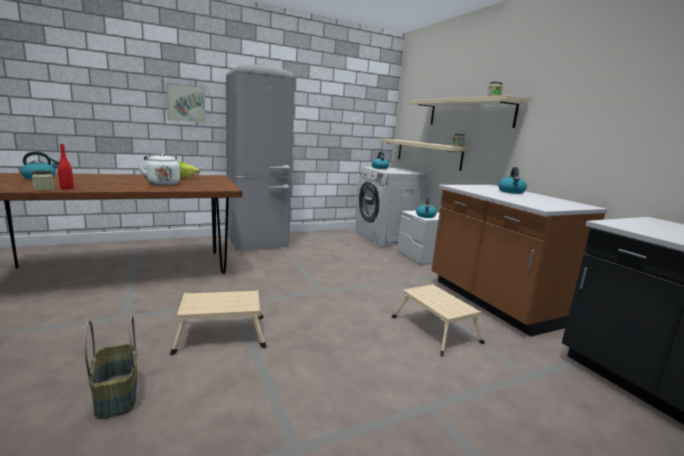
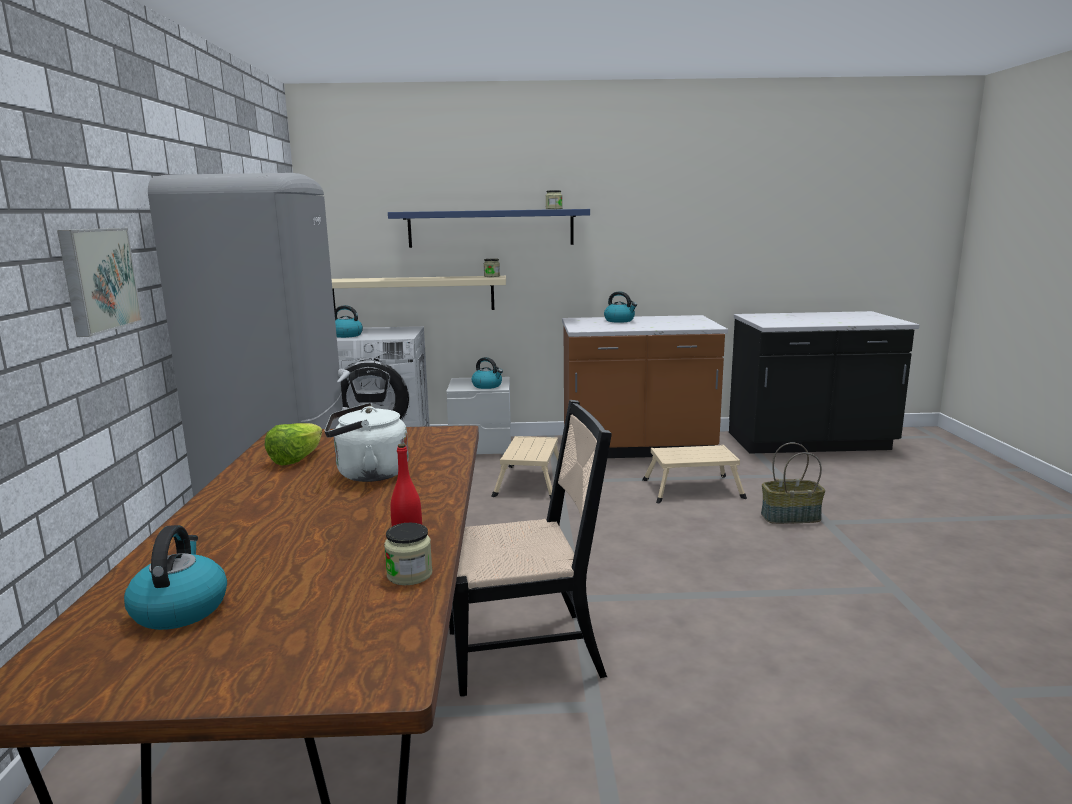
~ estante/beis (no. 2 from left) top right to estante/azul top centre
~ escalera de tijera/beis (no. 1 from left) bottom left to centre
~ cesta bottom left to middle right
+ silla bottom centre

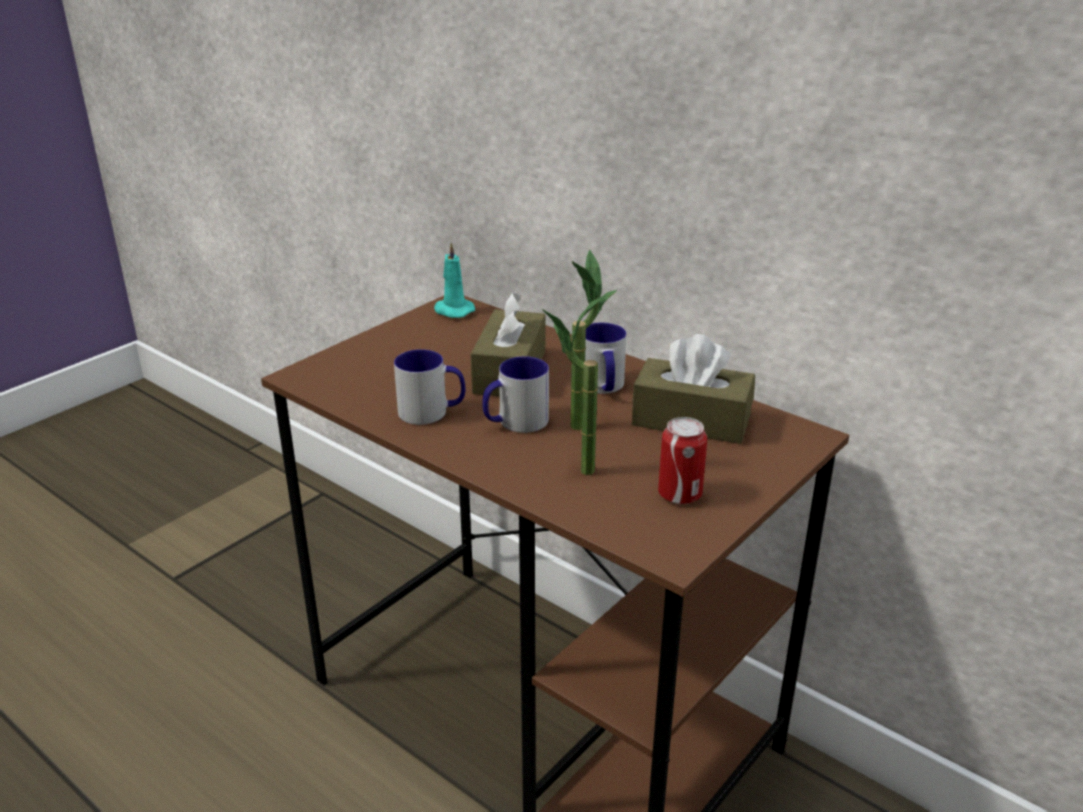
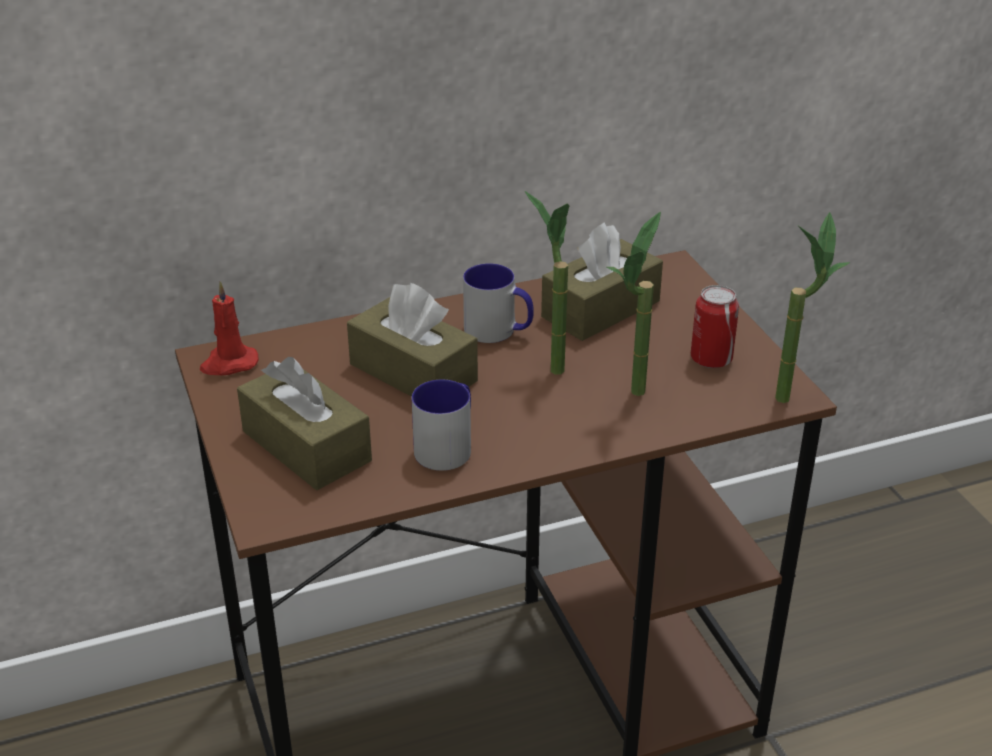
~ vela/turquesa centre to vela/rojo middle left
- taza grande (no. 2 from left) centre
+ planta en maceta (no. 3 from left) middle right
+ caja de pañuelos/marrón (no. 1 from left) middle left

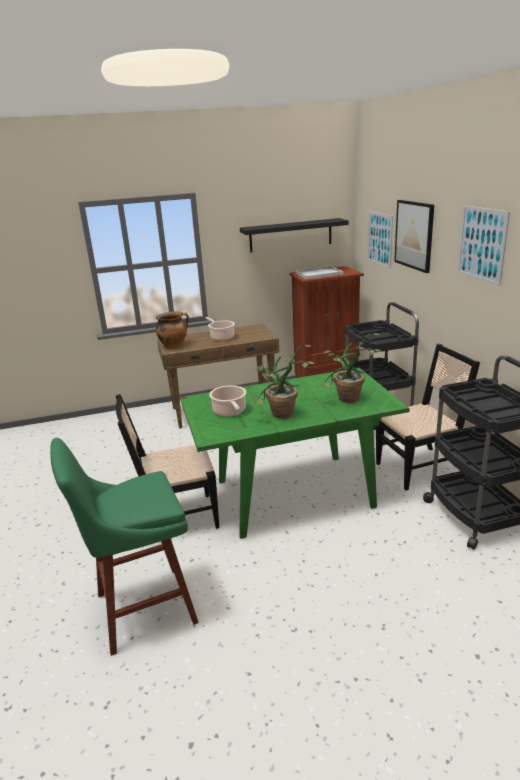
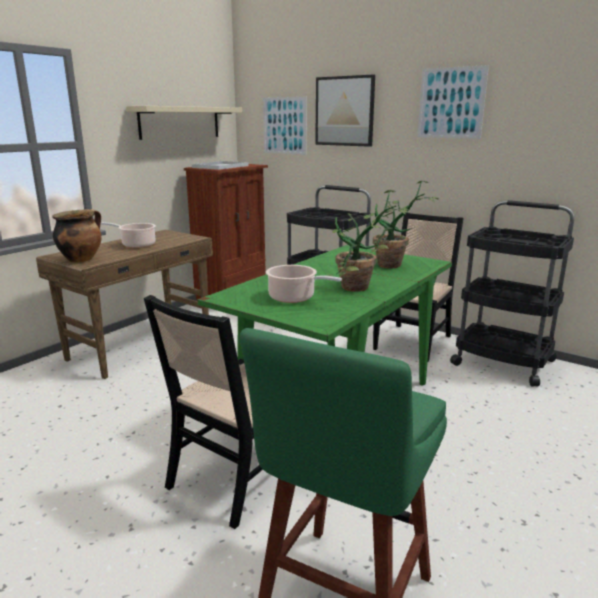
~ estante/negro top centre to estante/beis top left

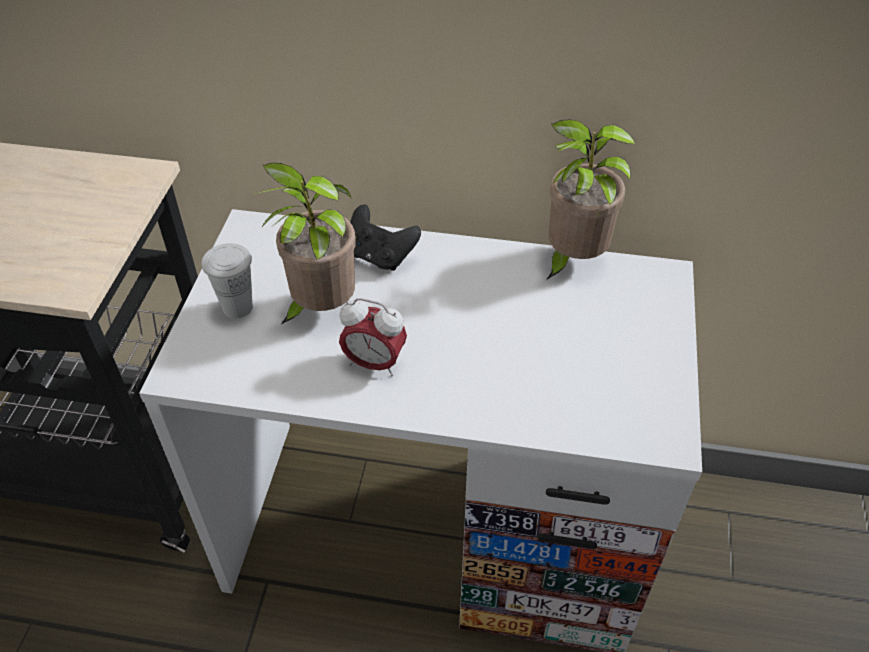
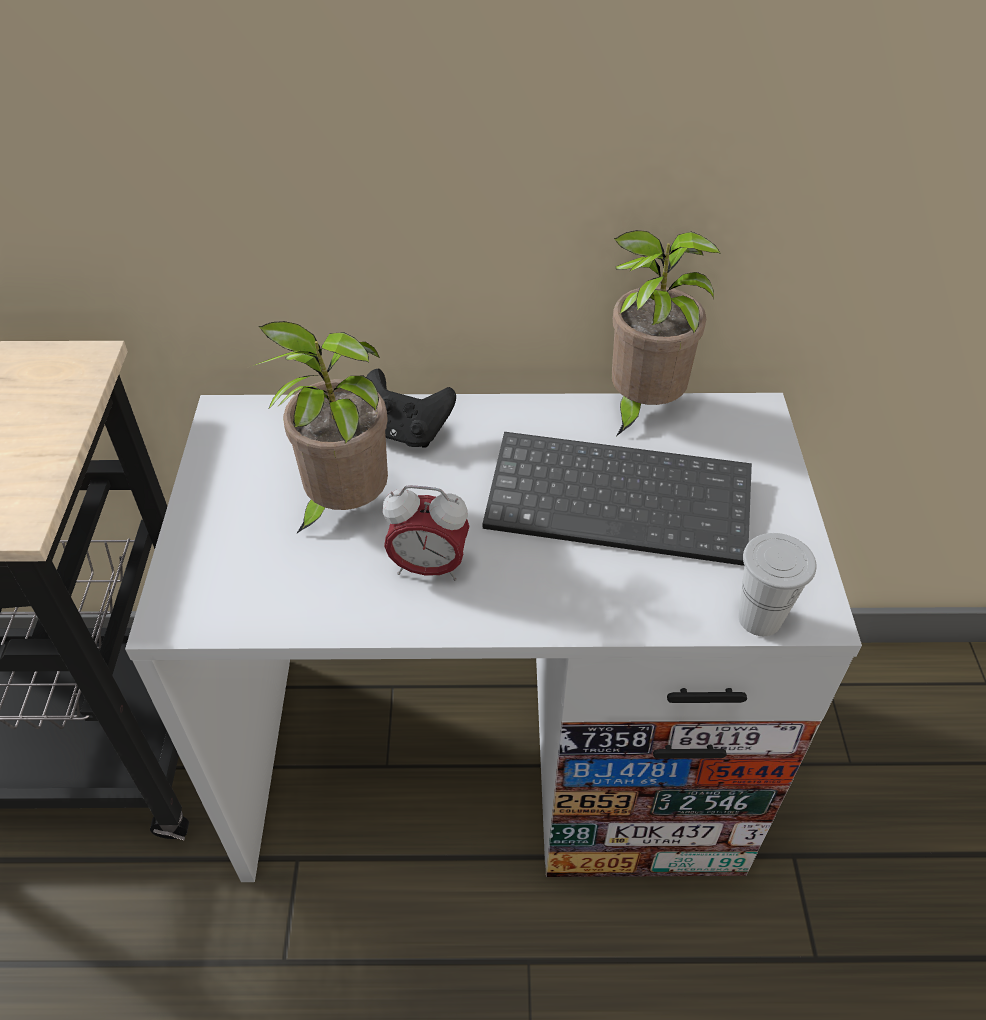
~ taza/blanco middle left to middle right
+ teclado centre

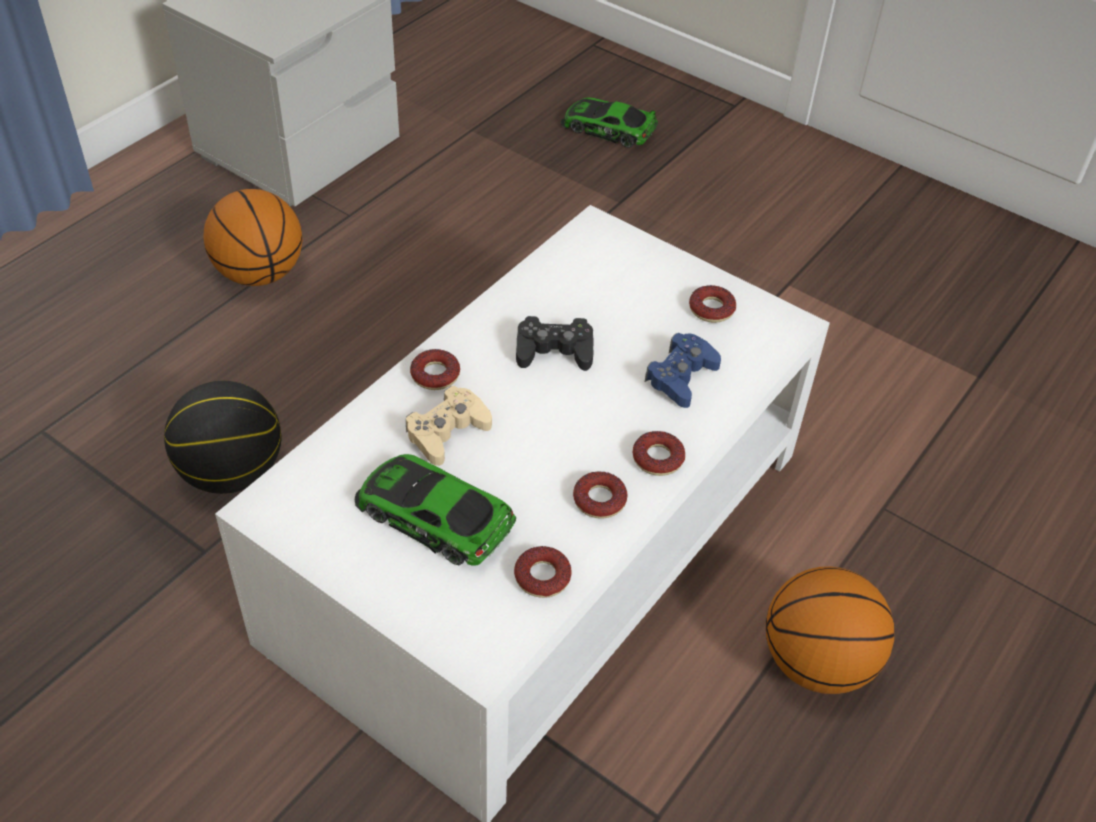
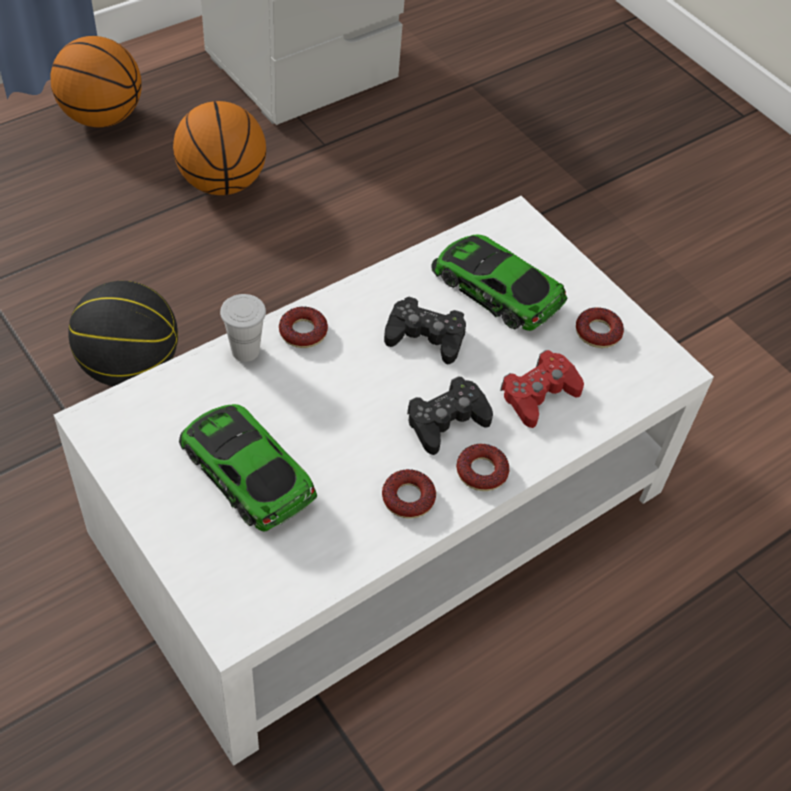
~ coche de juguete (no. 2 from left) top centre to centre
~ mando de consola/azul centre to mando de consola/rojo middle right
- mando de consola/beis centre
- rosquilla (no. 2 from left) bottom centre
~ balón de baloncesto (no. 3 from left in the first image) bottom right to balón de baloncesto (no. 1 from left) top left
+ taza/blanco middle left
+ mando de consola/negro (no. 2 from left) centre

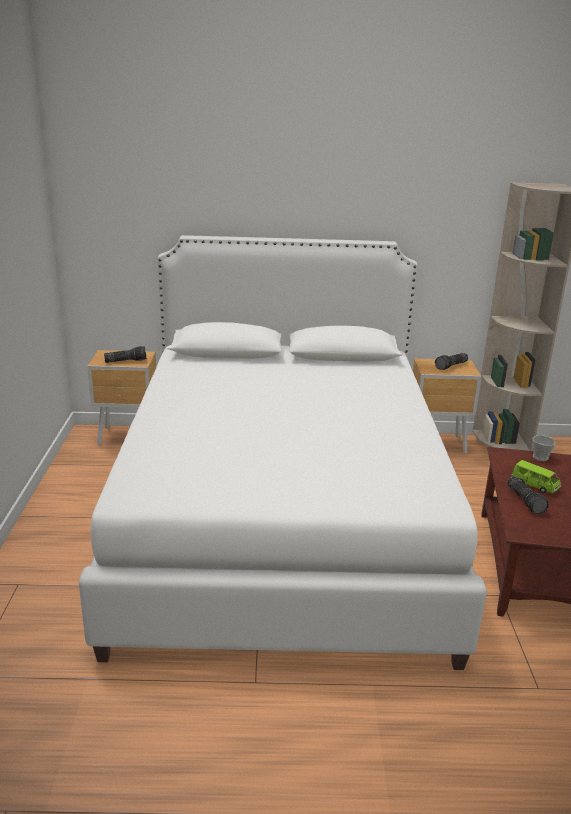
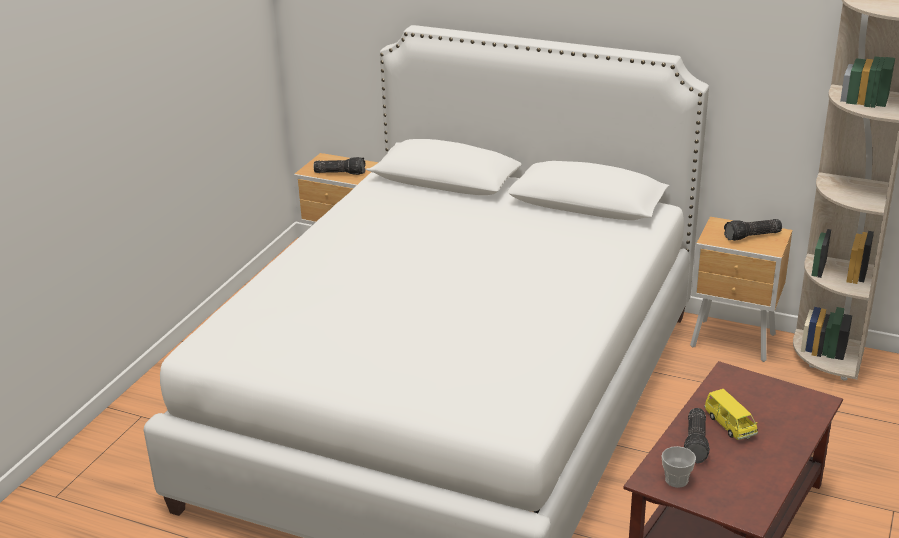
~ taza middle right to bottom right
~ coche de juguete/verde middle right to coche de juguete/amarillo bottom right

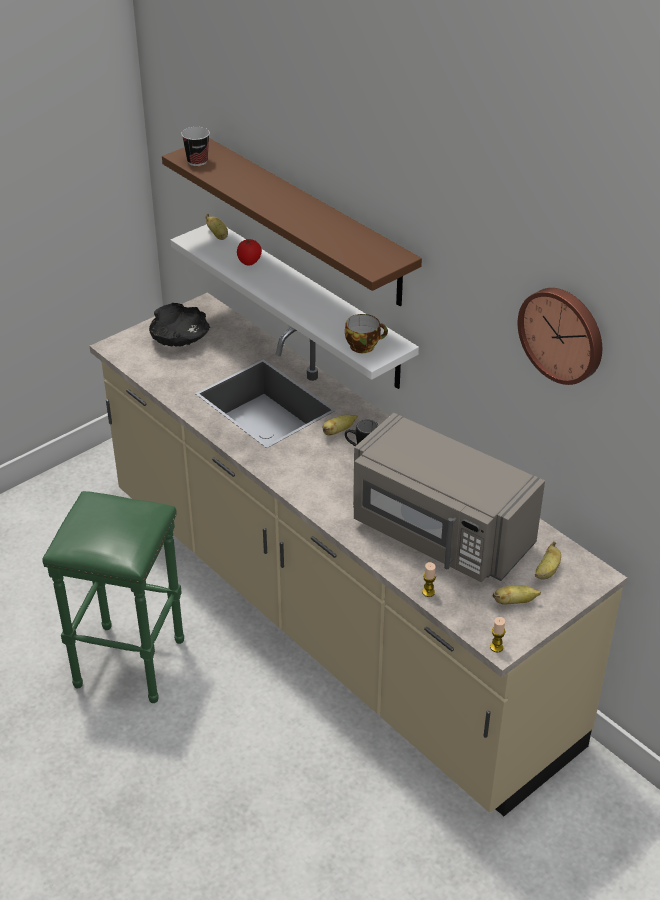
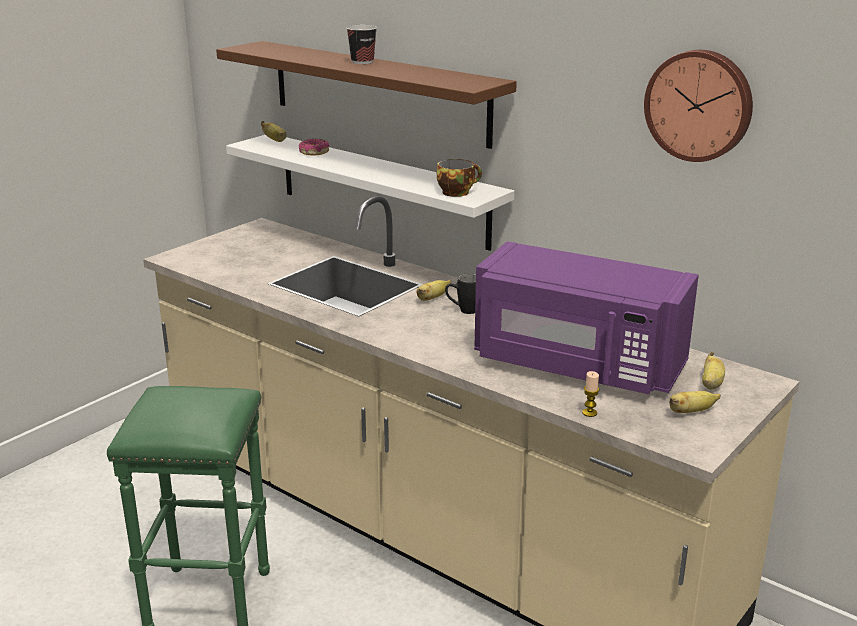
~ taza (no. 1 from left) top left to top centre
~ tomate top centre to rosquilla top centre
- cuenco/negro middle left
~ microondas/gris middle right to microondas/morado middle right
- vela (no. 2 from left) bottom right

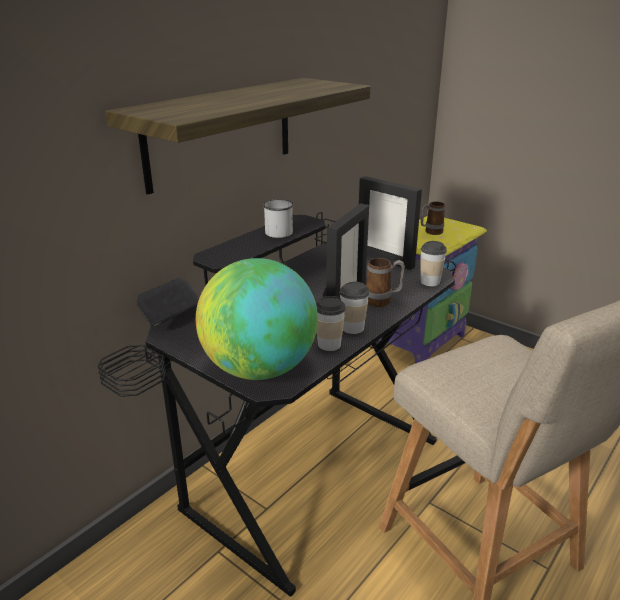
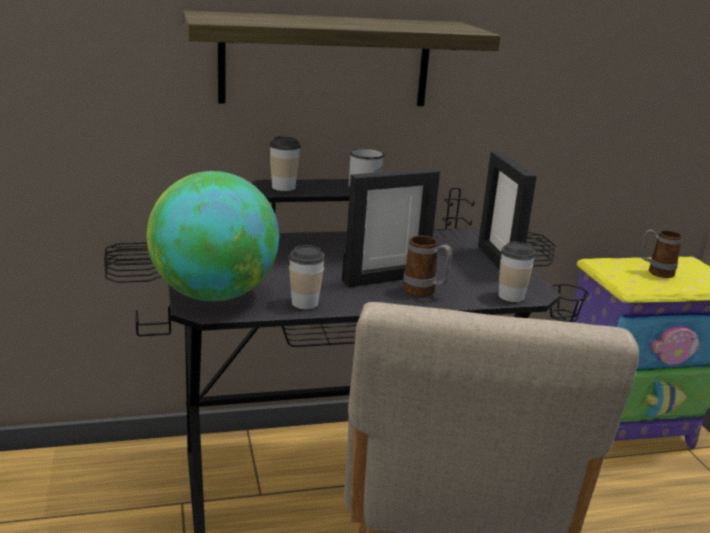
~ taza (no. 2 from left in the first image) centre to taza (no. 1 from left) top centre

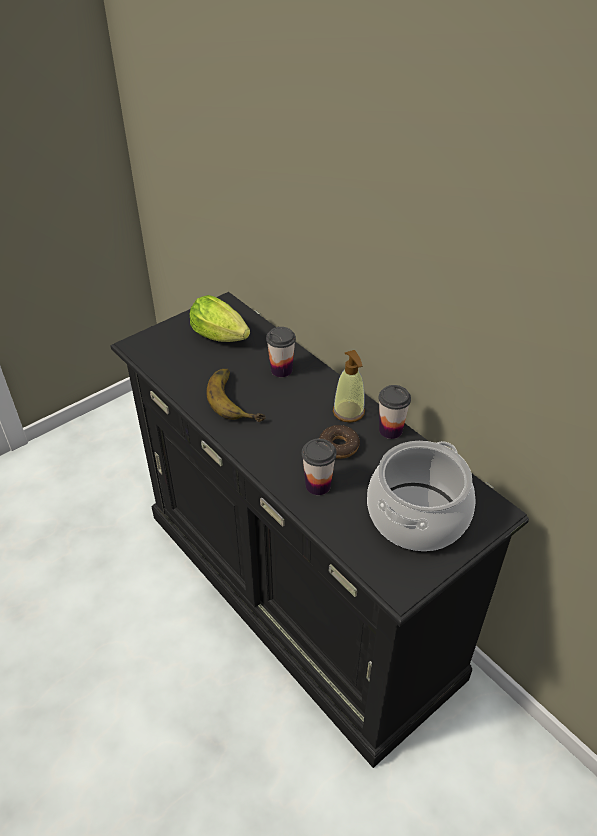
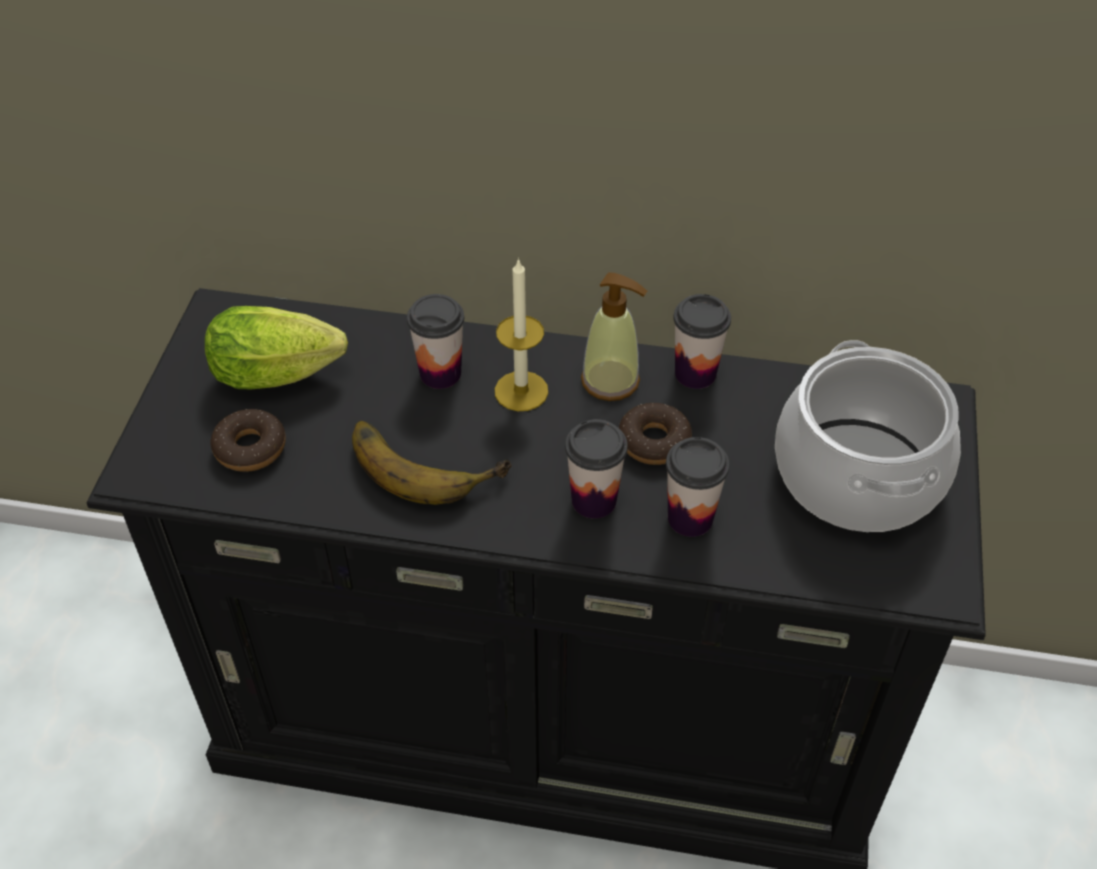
+ vela centre
+ rosquilla (no. 1 from left) middle left
+ taza (no. 2 from left) centre

